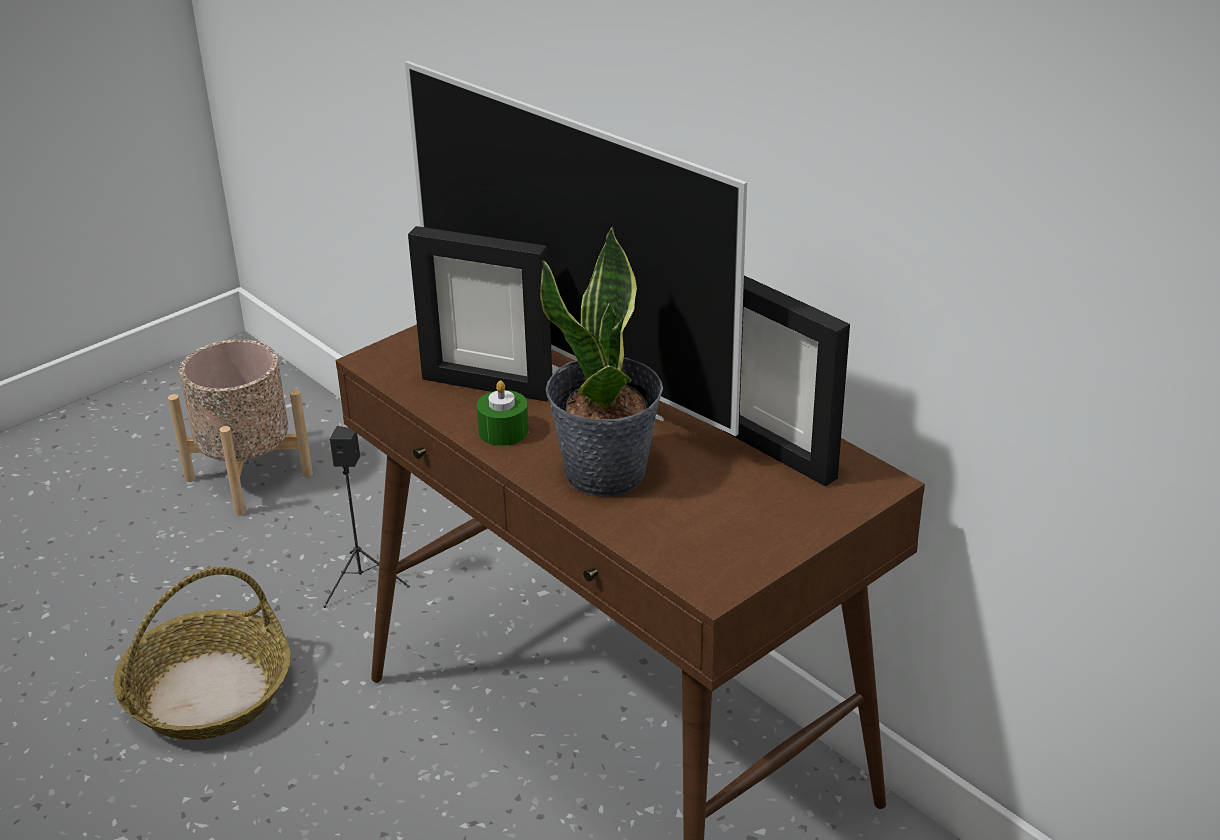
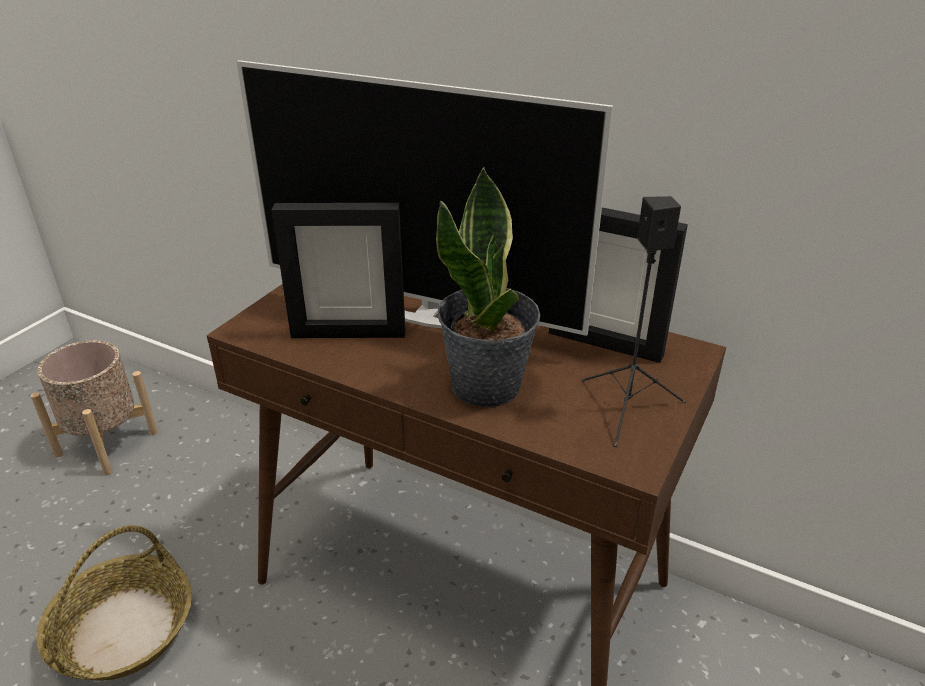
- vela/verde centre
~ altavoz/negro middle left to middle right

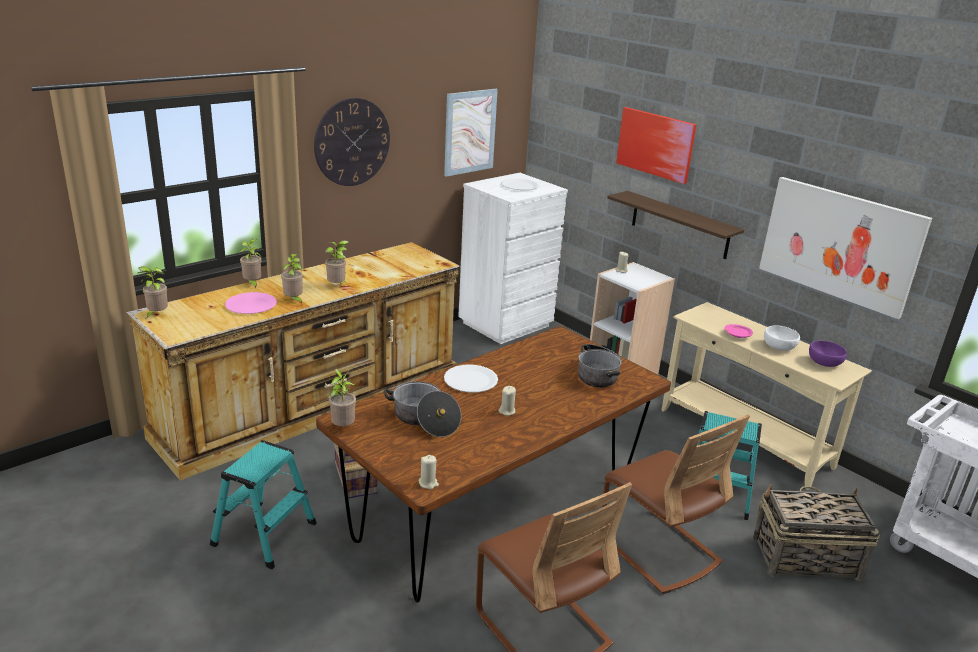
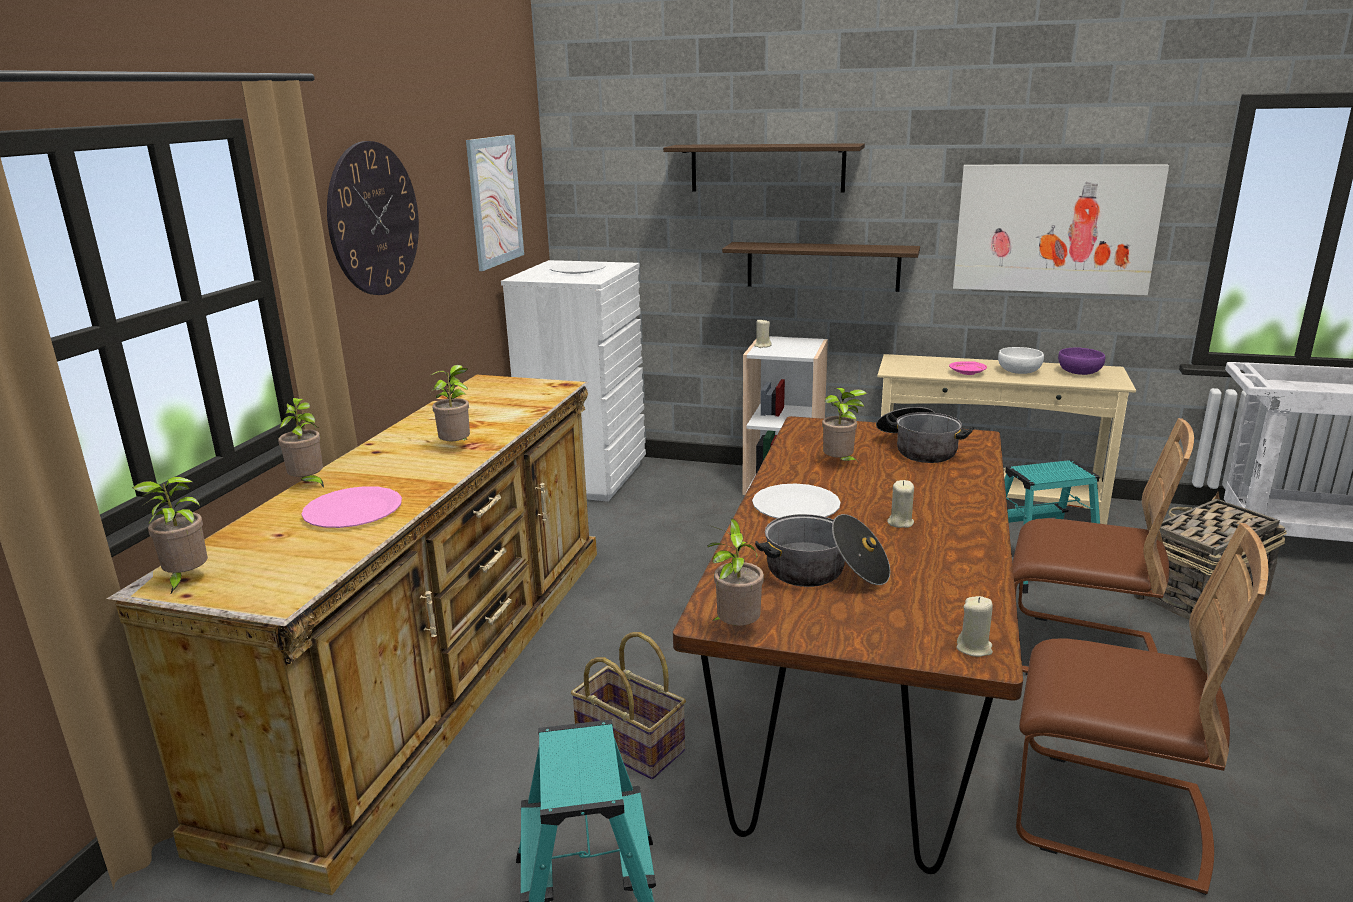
~ cuadro (no. 2 from left) top right to estante (no. 1 from left) top centre
~ planta en maceta (no. 3 from left in the first image) middle left to planta en maceta (no. 5 from left) centre

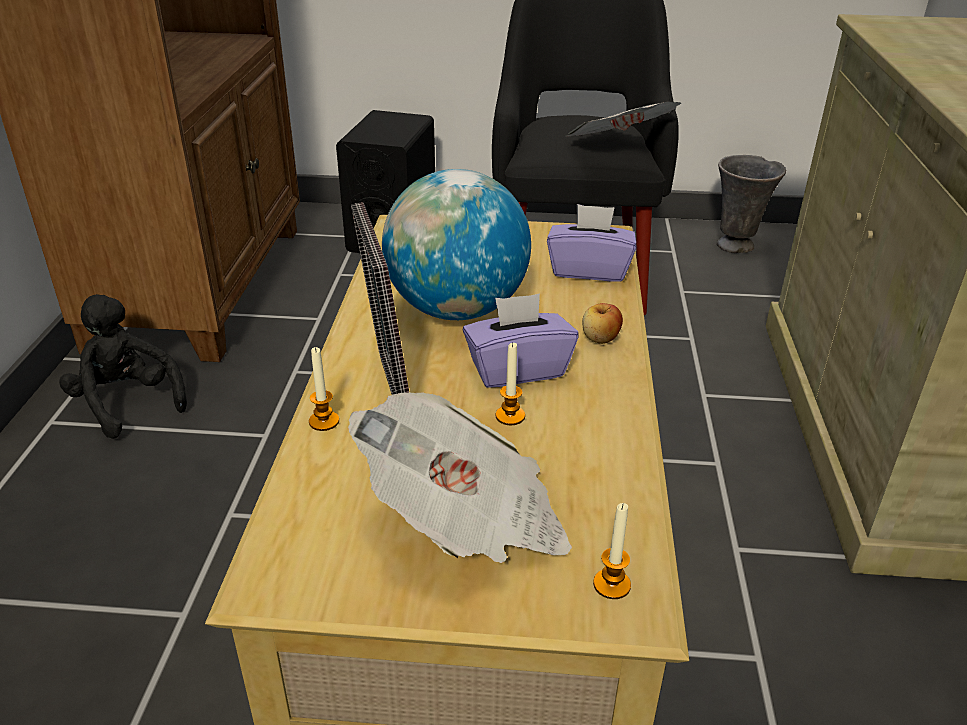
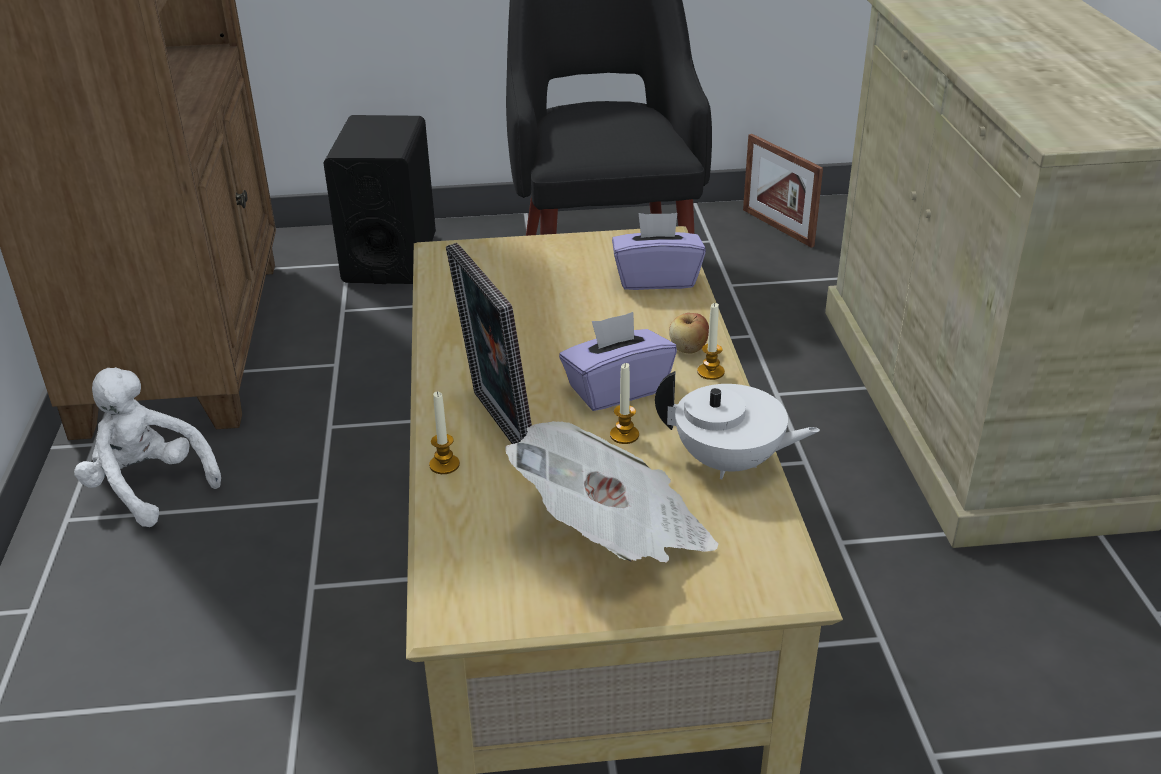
- periódico (no. 2 from left) top centre
~ florero/gris top right to portarretratos (no. 2 from left) top right
- globo terráqueo centre
~ peluche/negro middle left to peluche/blanco middle left
~ vela (no. 3 from left) bottom centre to centre
+ tetera/blanco centre

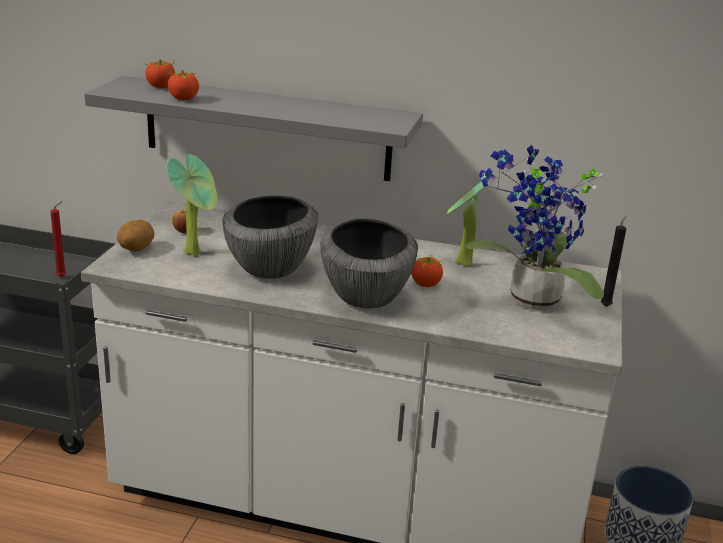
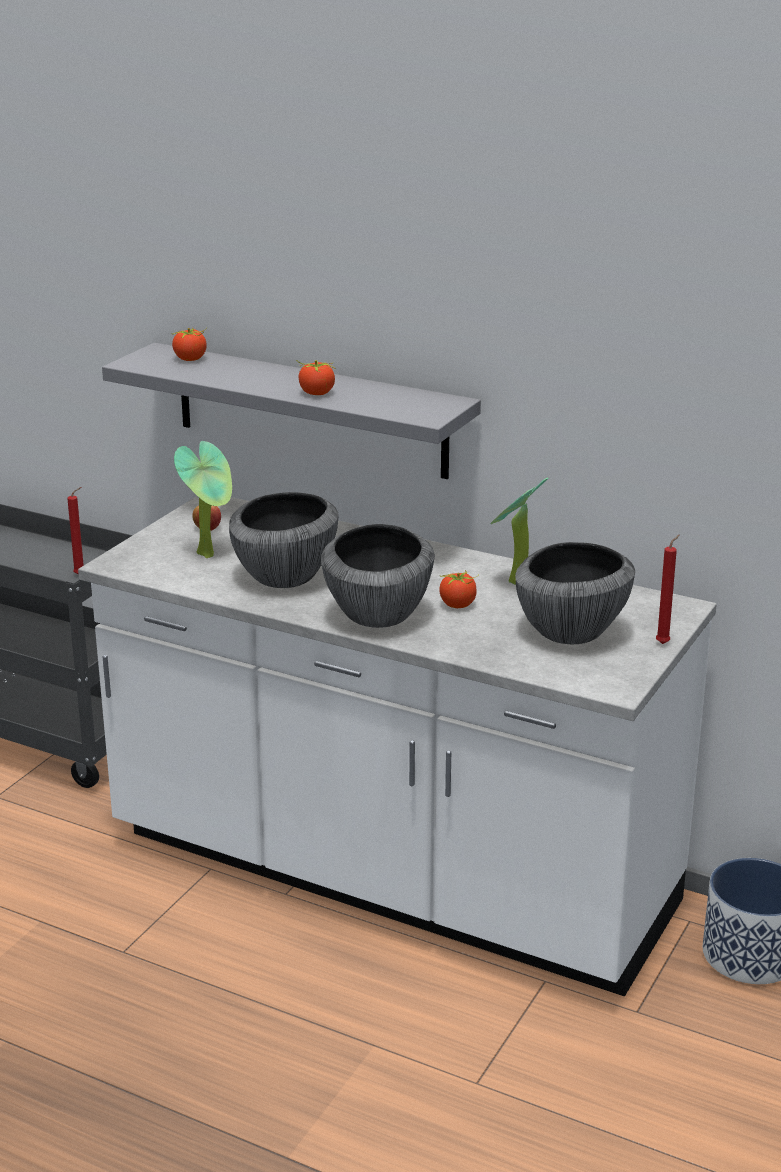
~ tomate (no. 2 from left) top left to top centre
~ planta en maceta (no. 3 from left) middle right to cuenco (no. 3 from left) middle right
~ vela/negro middle right to vela/rojo (no. 2 from left) middle right
- patata middle left

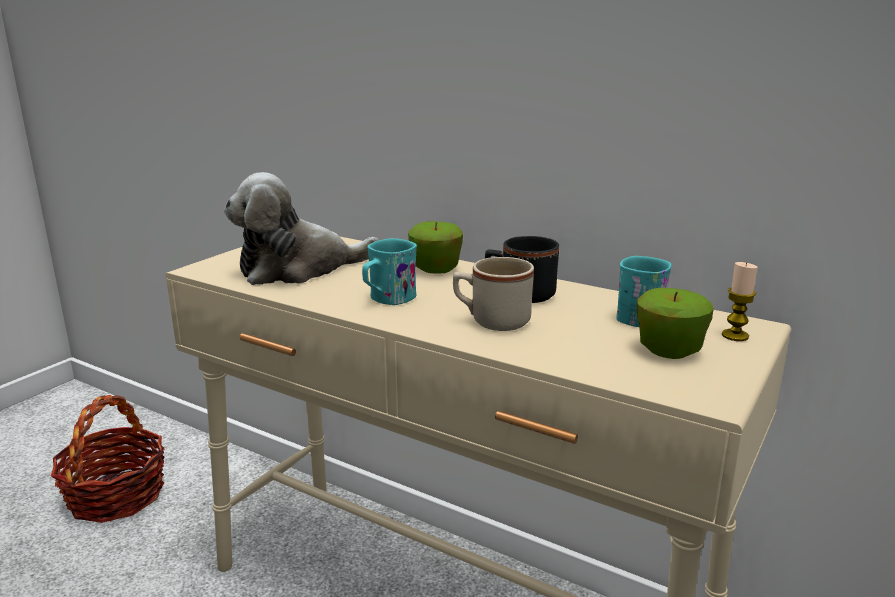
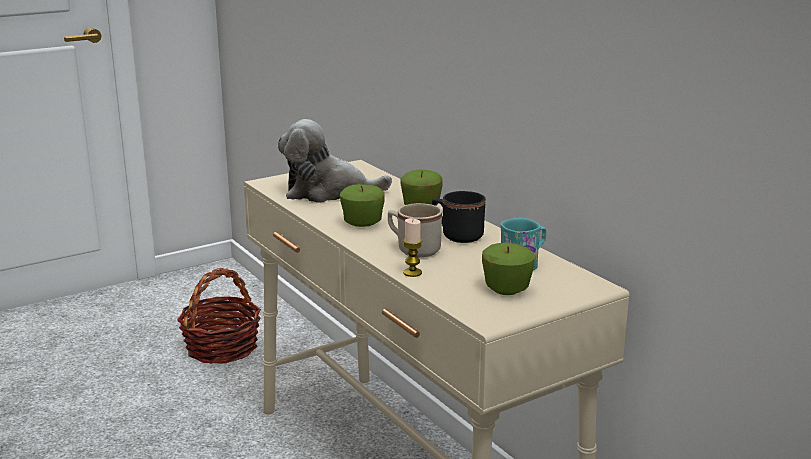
~ taza grande/turquesa (no. 1 from left) centre to manzana (no. 1 from left) centre
~ vela middle right to centre

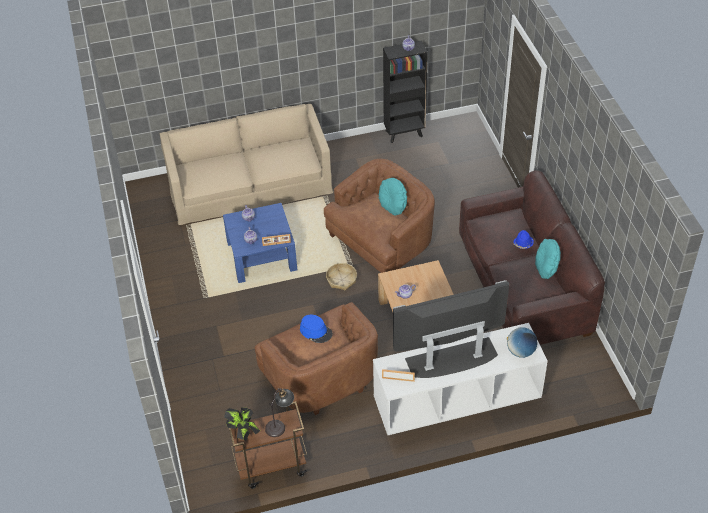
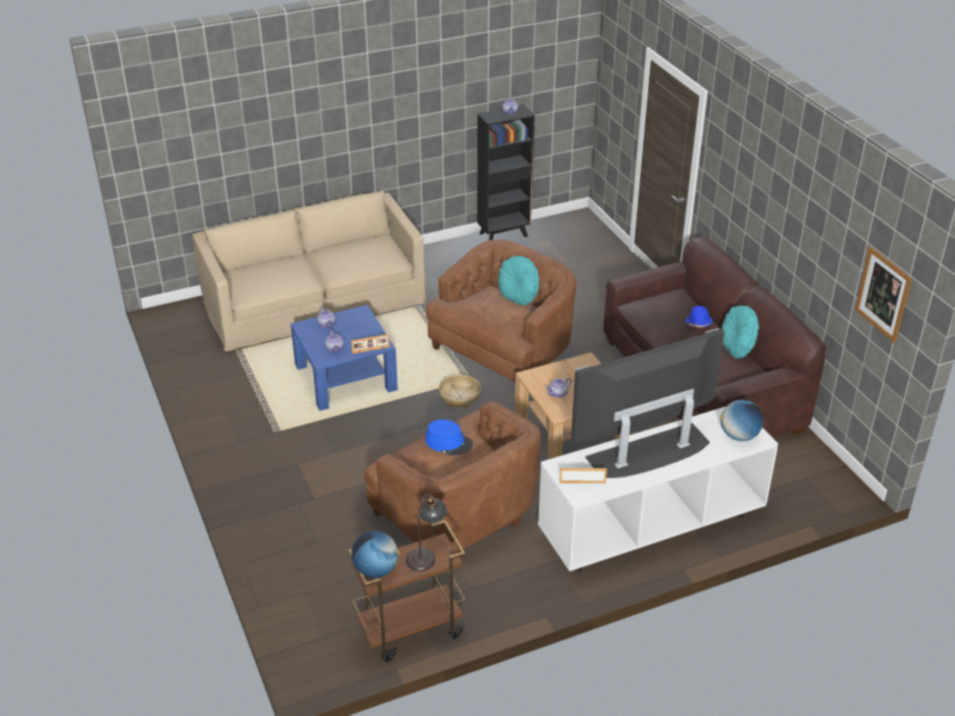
~ planta en maceta bottom centre to globo terráqueo (no. 1 from left) bottom centre
+ cuadro middle right

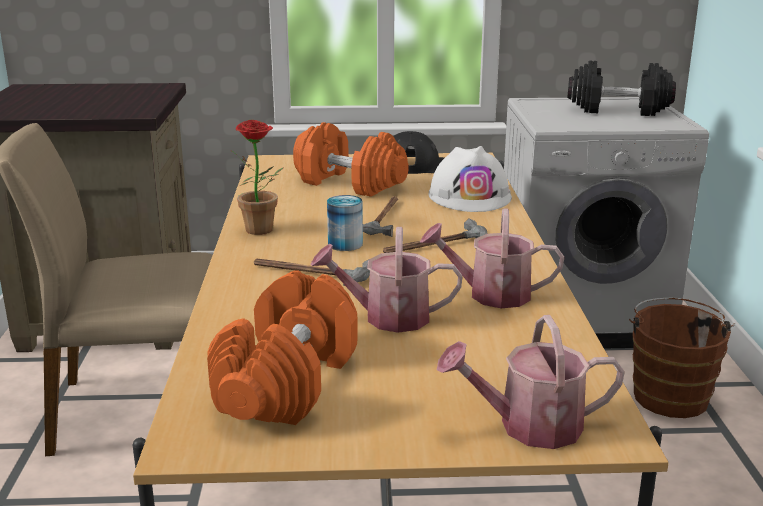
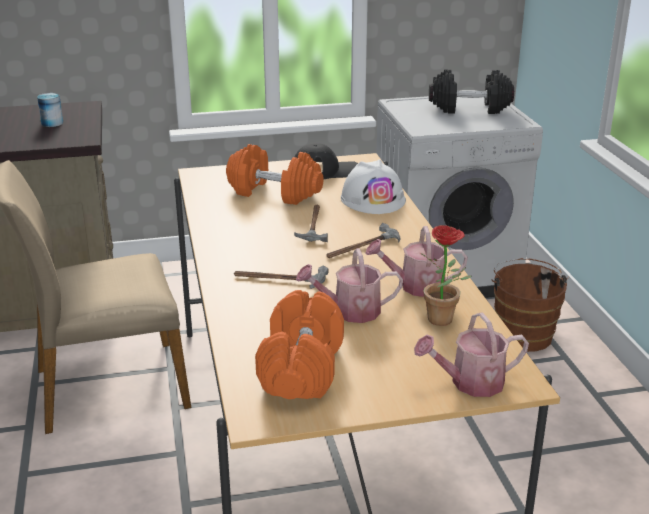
~ planta en maceta centre to middle right
~ lata centre to top left

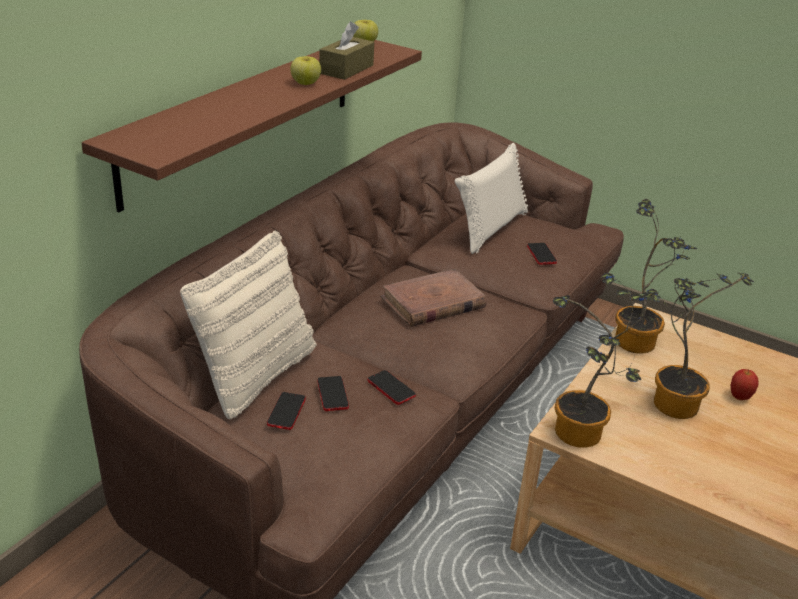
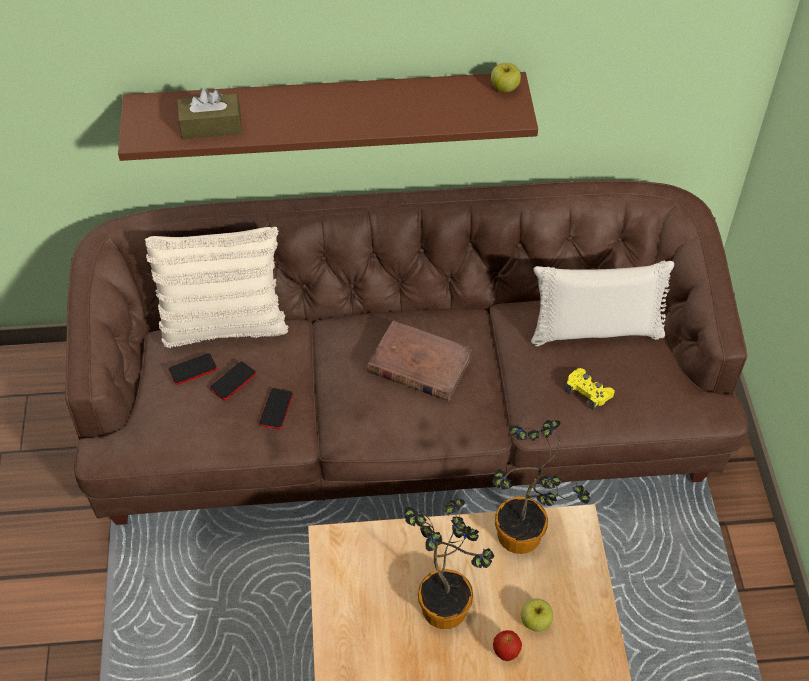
~ caja de pañuelos/marrón top centre to top left
~ manzana (no. 1 from left in the first image) top centre to manzana (no. 3 from left) bottom centre
~ móvil (no. 4 from left) middle right to mando de consola/amarillo middle right
- planta en maceta (no. 1 from left) middle right

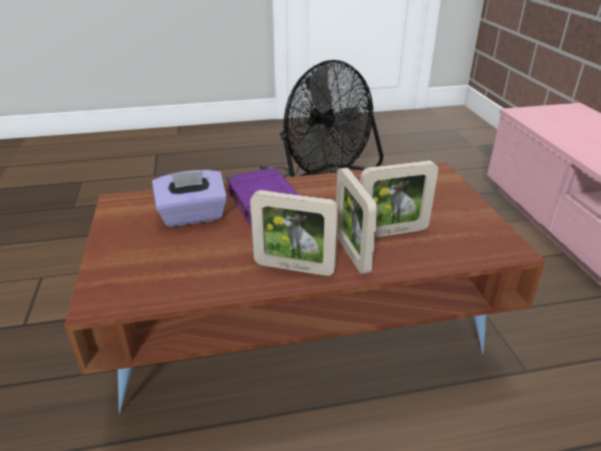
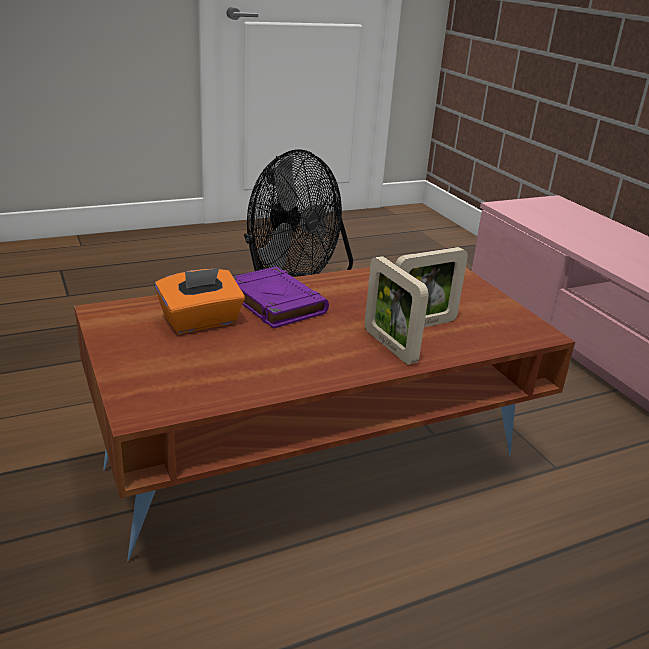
~ caja de pañuelos/morado middle left to caja de pañuelos/naranja middle left
- portarretratos (no. 1 from left) centre

